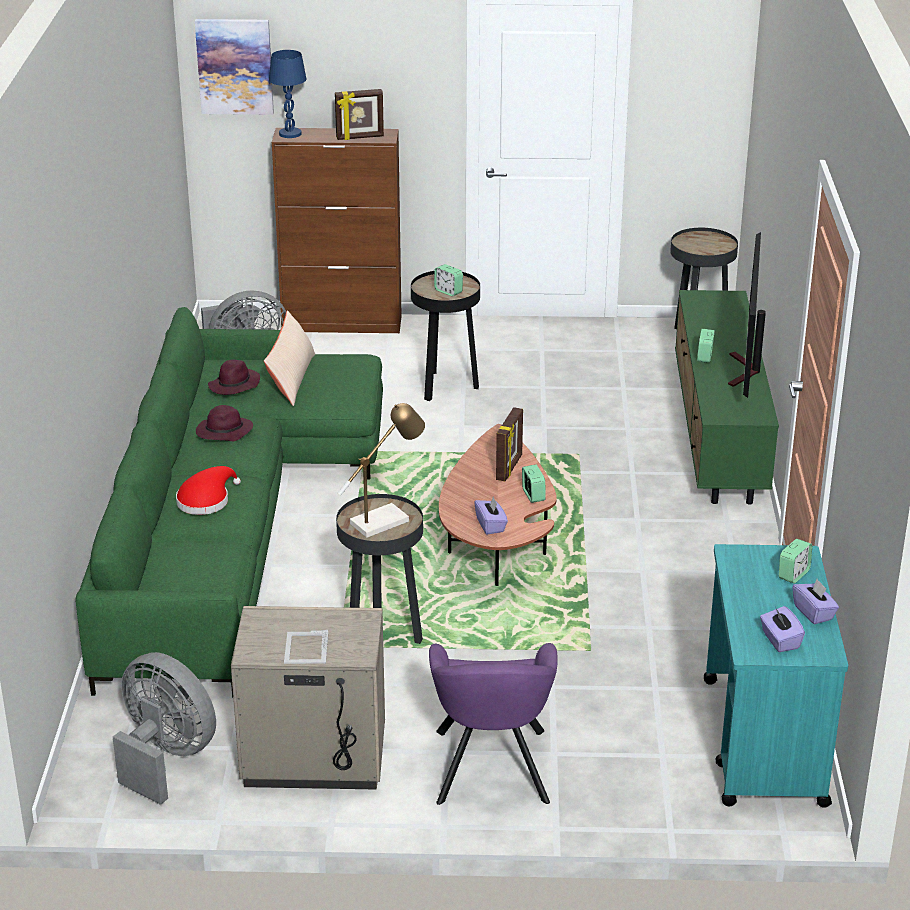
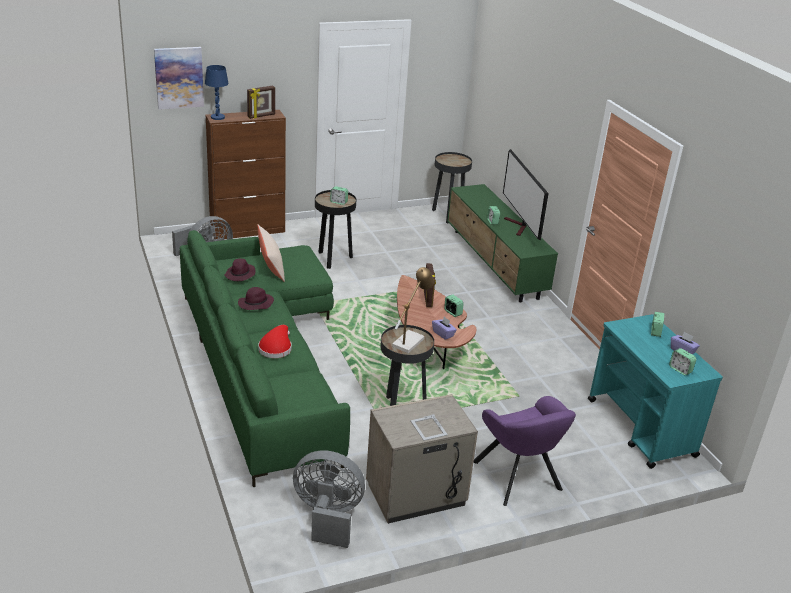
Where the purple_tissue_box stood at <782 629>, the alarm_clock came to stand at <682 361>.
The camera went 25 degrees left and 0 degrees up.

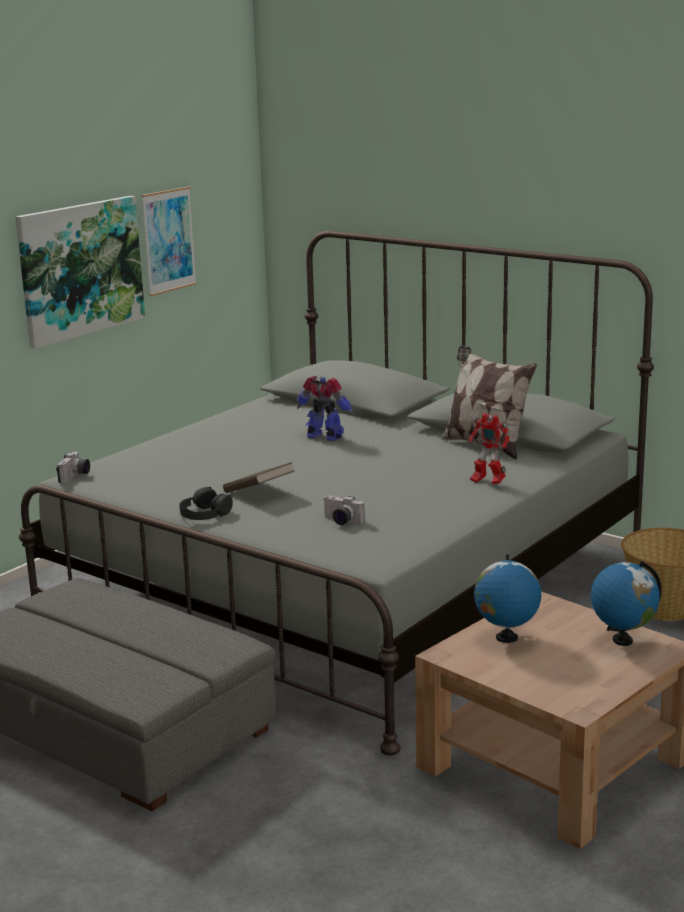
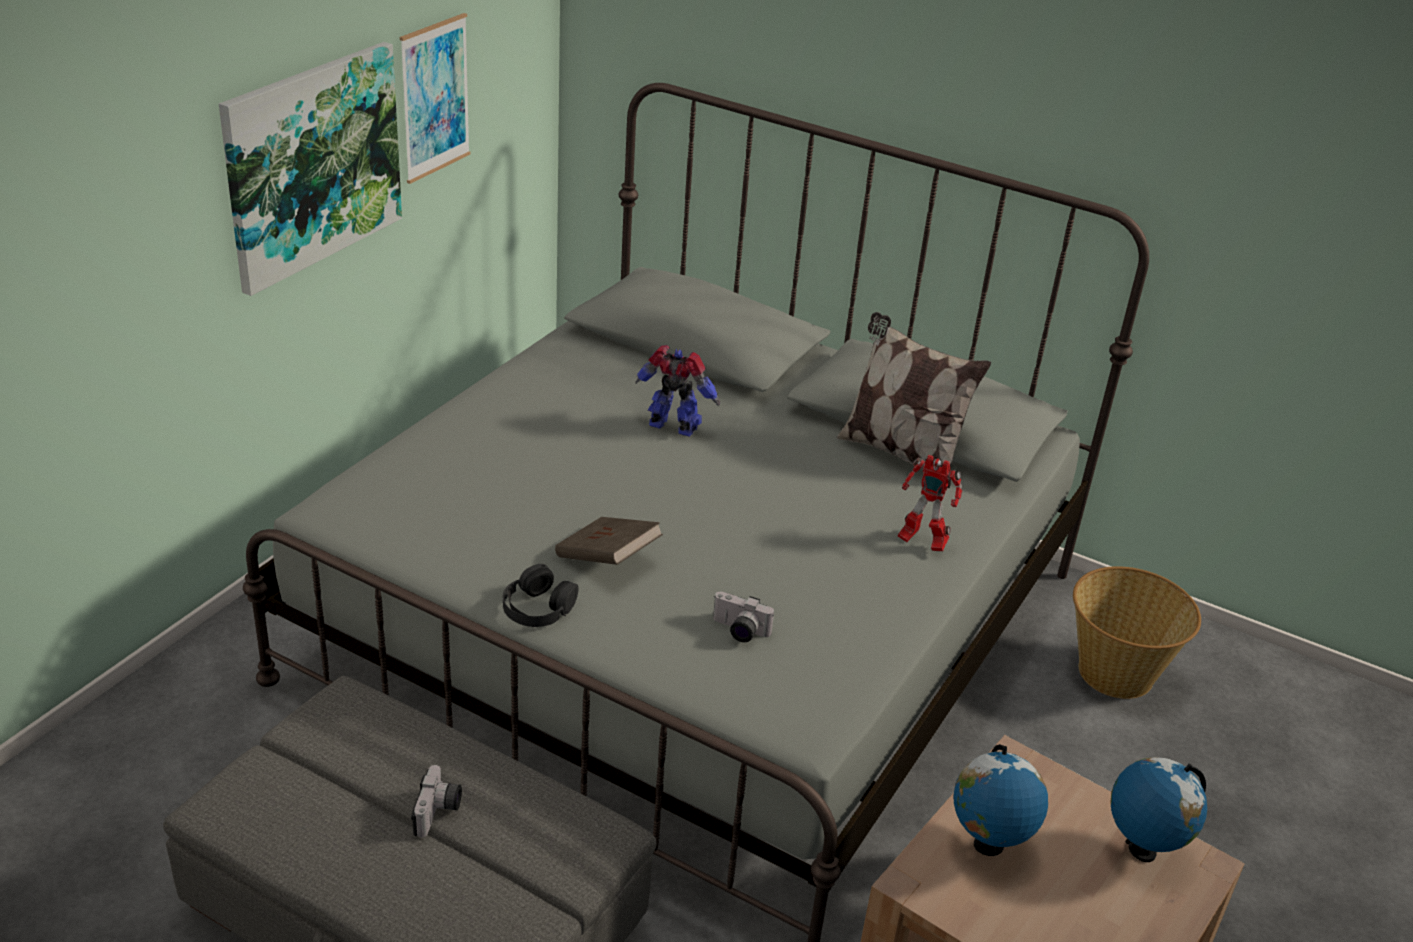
The photo_camera ended up elsewhere, having gone from <73 467> to <436 801>.
The camera went 10 degrees left and 15 degrees up.

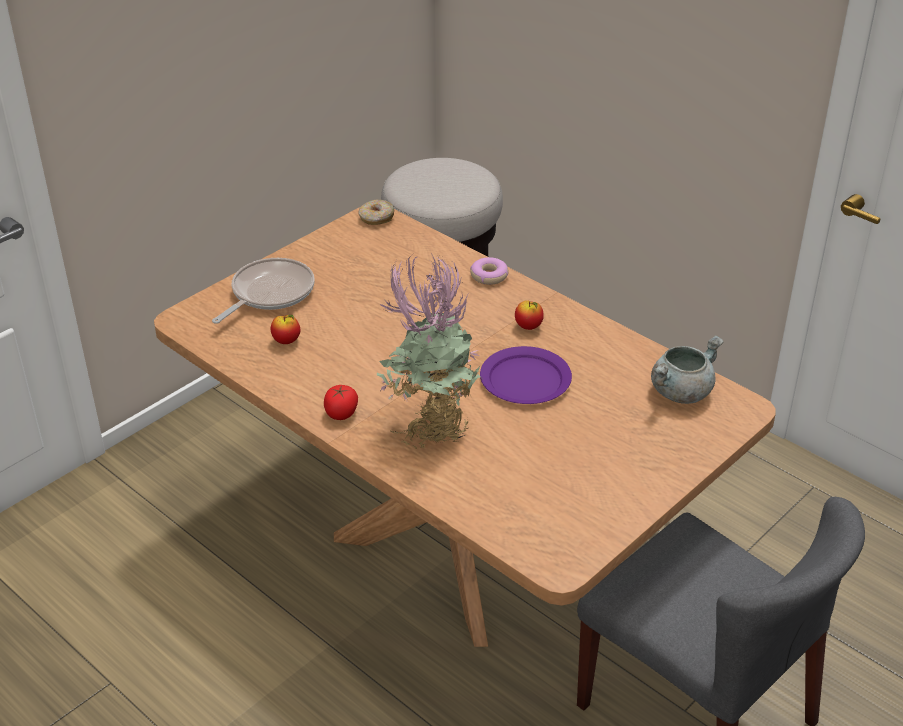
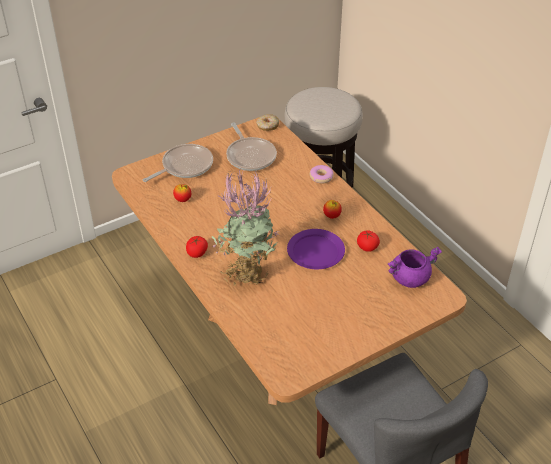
The second view gained the frying_pan at <251 146>.
The second view gained the tomato at <368 241>.
What was the grey_cooking_pot at <687 369> turned into the purple_cooking_pot at <415 267>.
The camera went 15 degrees right and 5 degrees up.

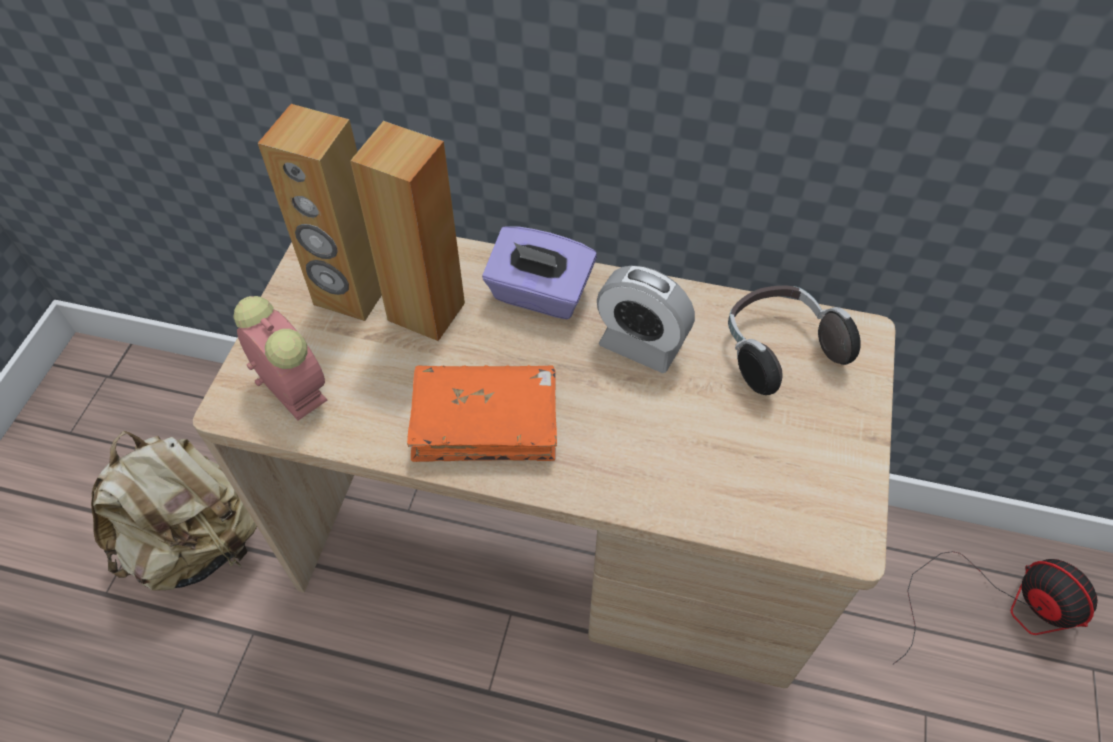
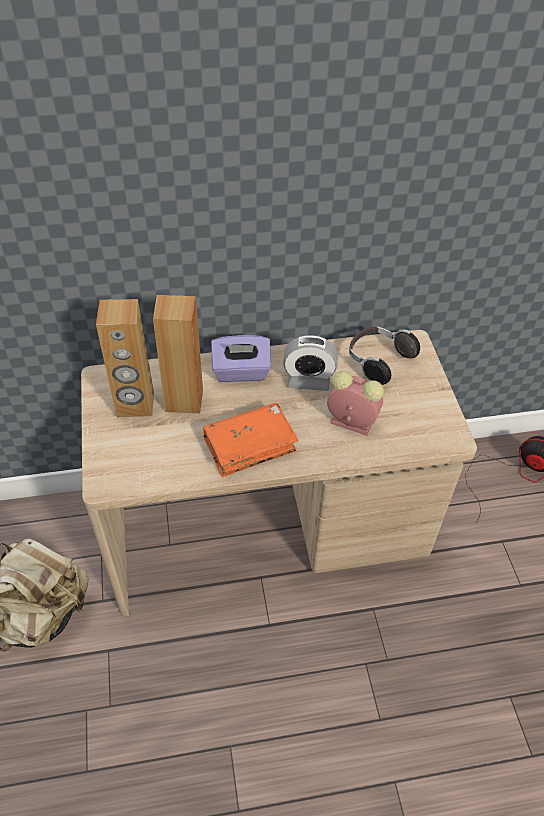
The alarm_clock ended up elsewhere, having gone from <280 358> to <355 403>.
The camera went 25 degrees left and 5 degrees down.

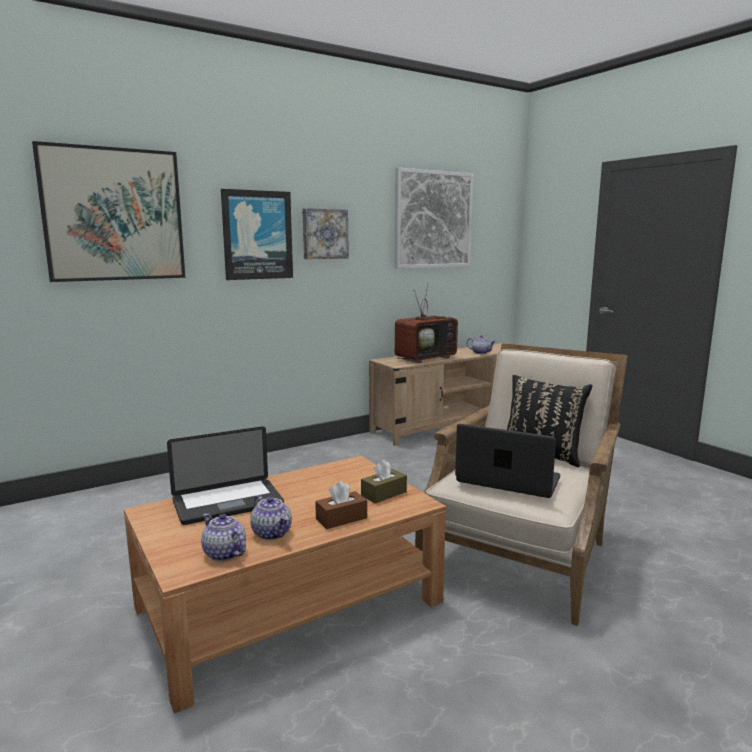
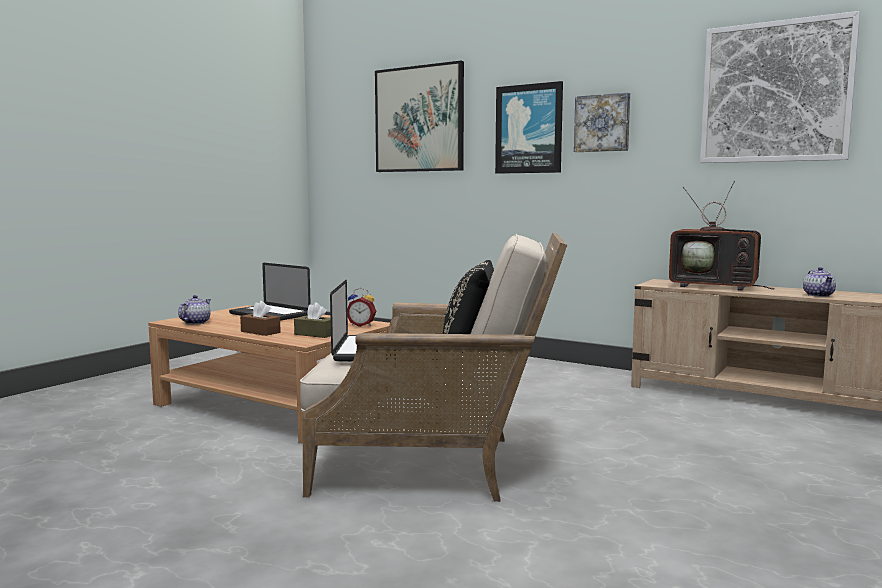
The second view gained the alarm_clock at <361 307>.
The second view lost the teapot at <271 517>.
The camera went 65 degrees right and 5 degrees down.

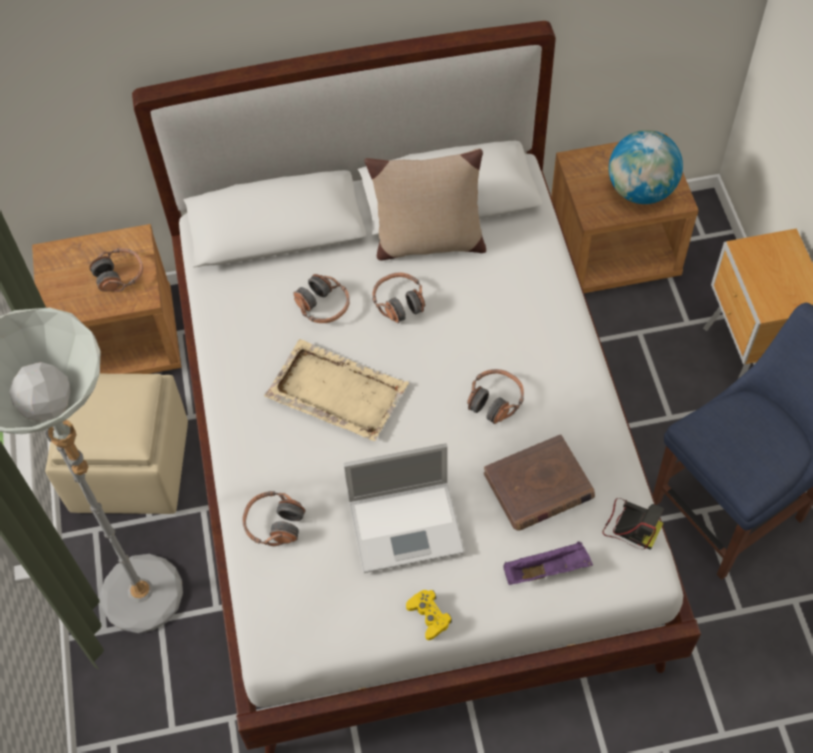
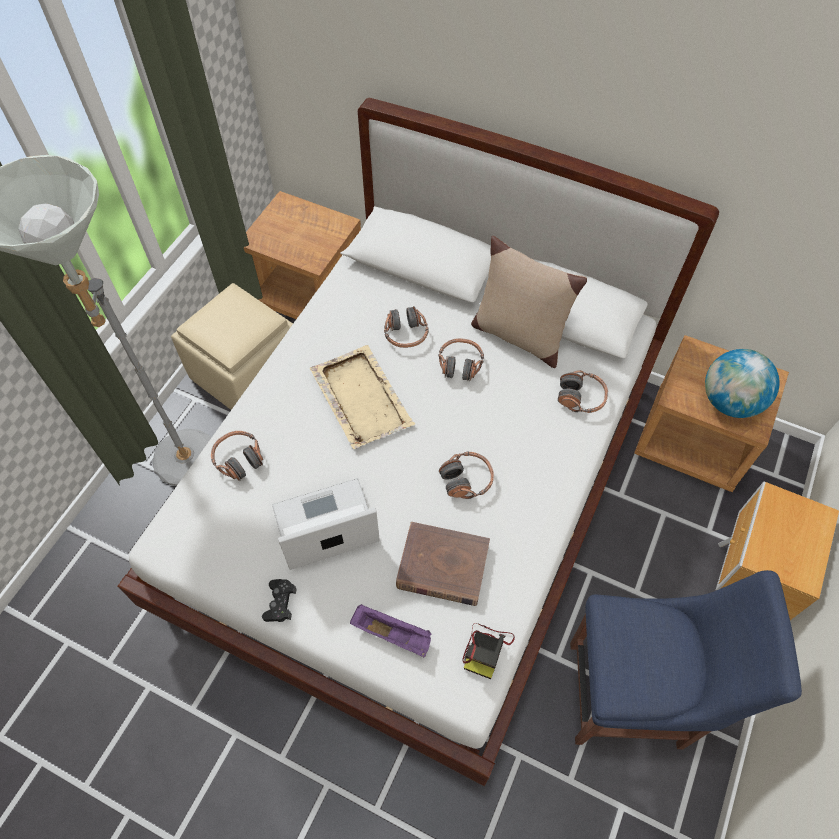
What was the yellow_game_controller at <429 615> turned into the black_game_controller at <279 600>.
The laptop at <404 508> ended up facing another way, 135 degrees clockwise from before.
The photo_camera at <633 524> ended up facing another way, 45 degrees clockwise from before.
The headphones ended up elsewhere, having gone from <116 270> to <583 391>.
The camera went 35 degrees right and 0 degrees up.

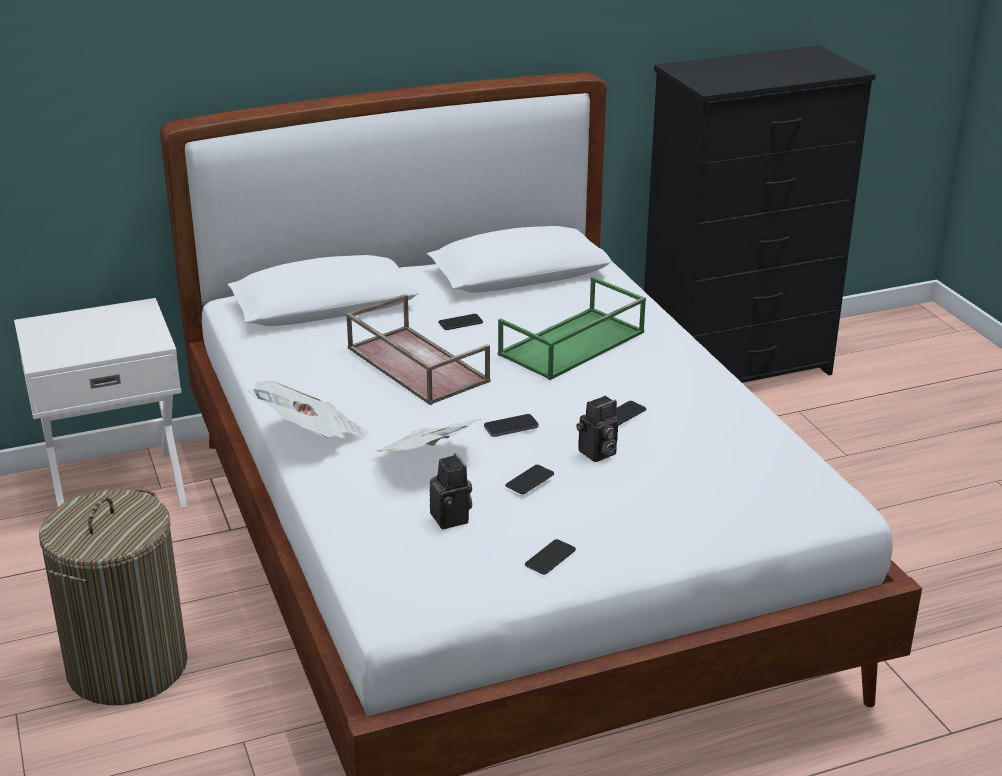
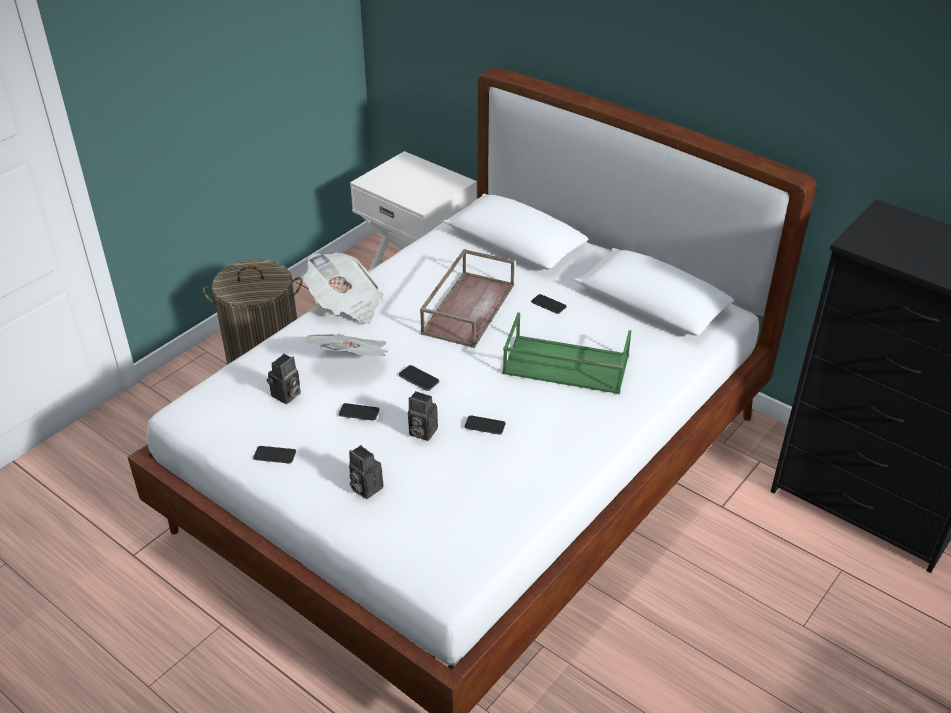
The second view gained the photo_camera at <366 472>.
The camera went 60 degrees right and 10 degrees up.

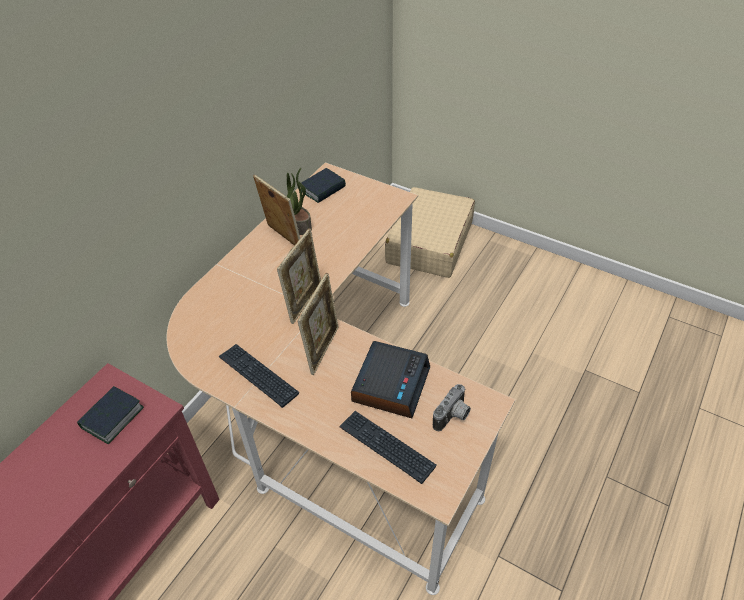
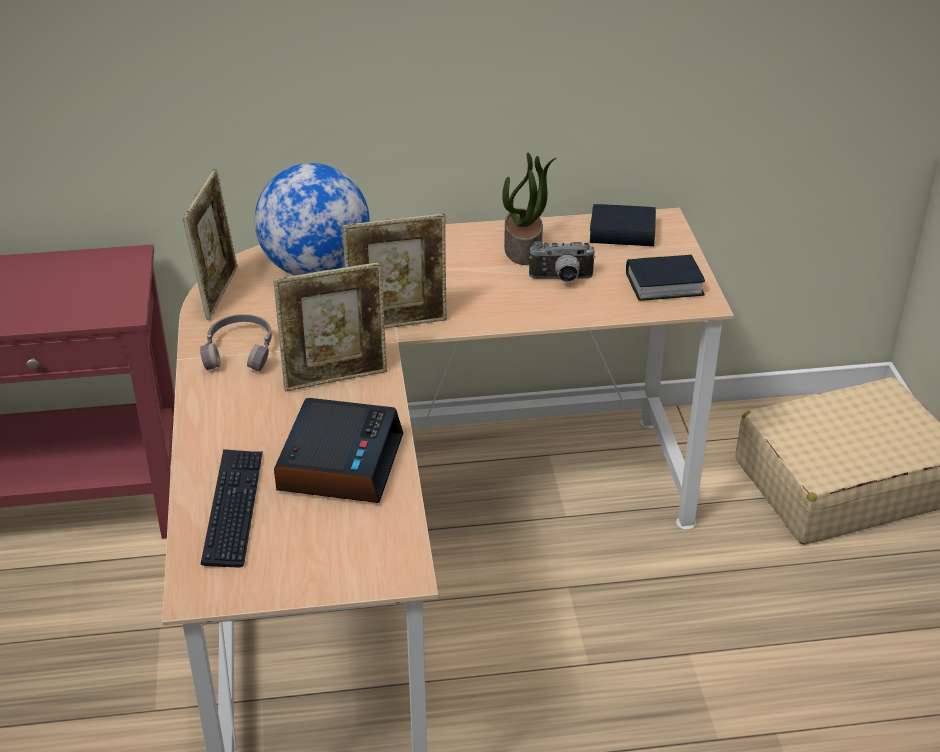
The picture_frame ended up elsewhere, having gone from <276 209> to <210 244>.
Where the keyboard stood at <259 376>, the grey_headphones came to stand at <236 343>.
The second view gained the globe at <312 219>.
The alarm_clock at <390 379> ended up facing another way, 60 degrees counterclockwise from before.
The photo_camera ended up elsewhere, having gone from <452 407> to <562 261>.
The book ended up elsewhere, having gone from <110 415> to <665 278>.
The camera went 50 degrees right and 10 degrees down.

